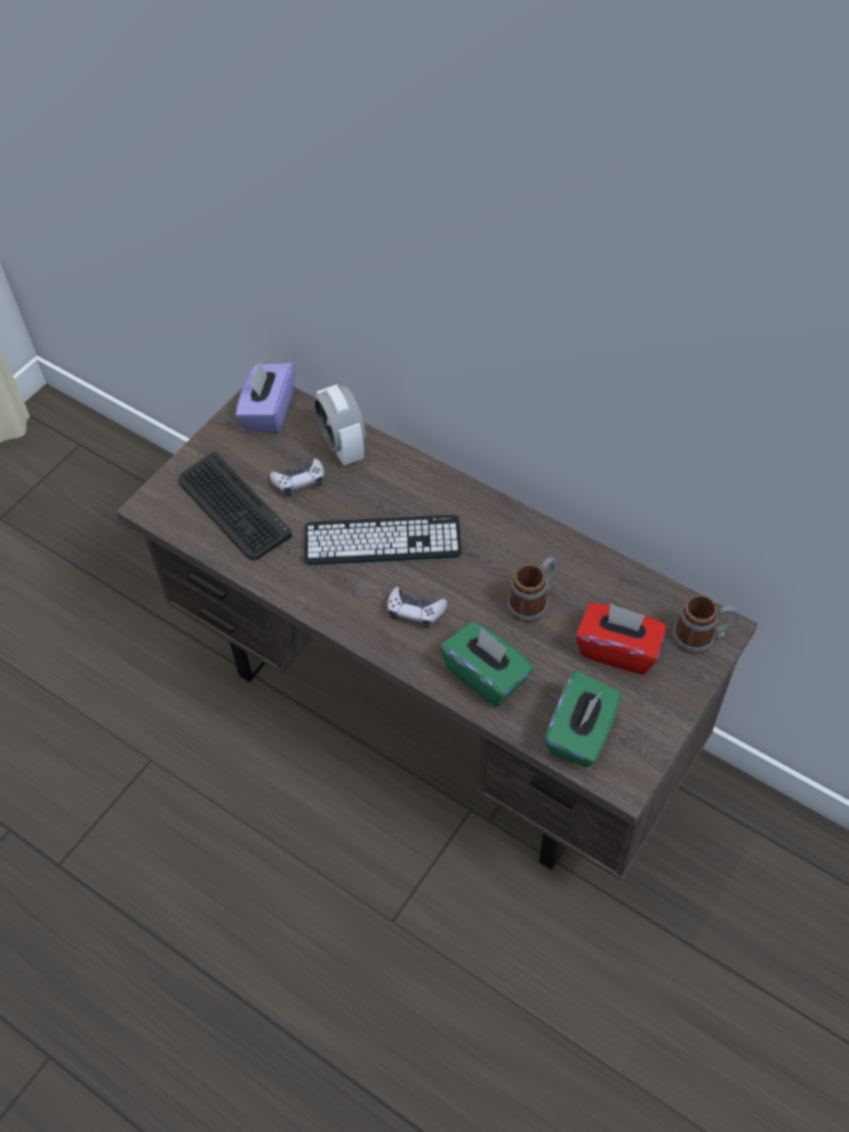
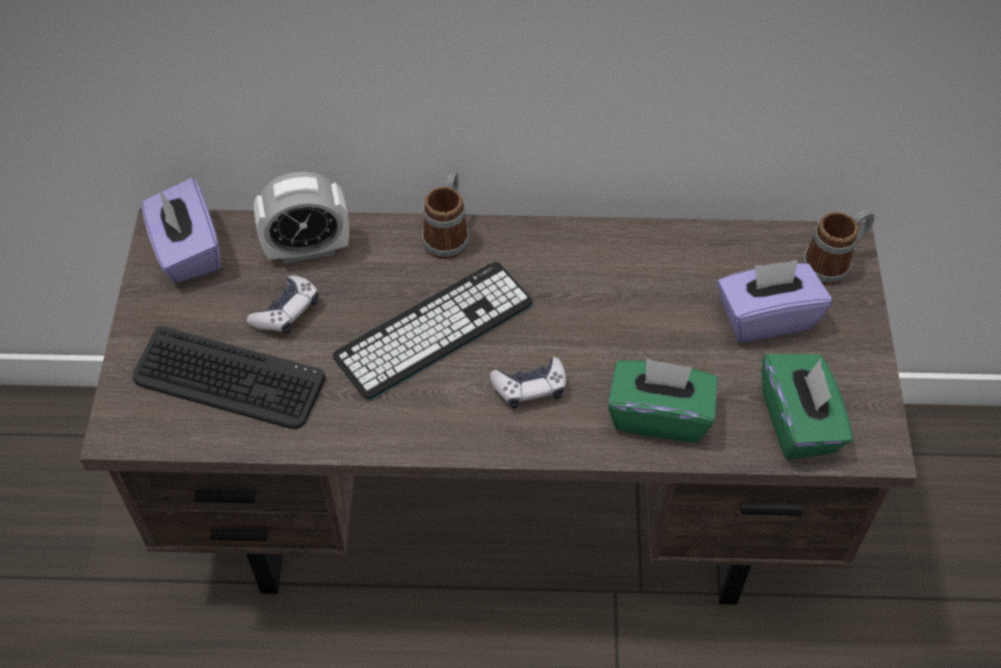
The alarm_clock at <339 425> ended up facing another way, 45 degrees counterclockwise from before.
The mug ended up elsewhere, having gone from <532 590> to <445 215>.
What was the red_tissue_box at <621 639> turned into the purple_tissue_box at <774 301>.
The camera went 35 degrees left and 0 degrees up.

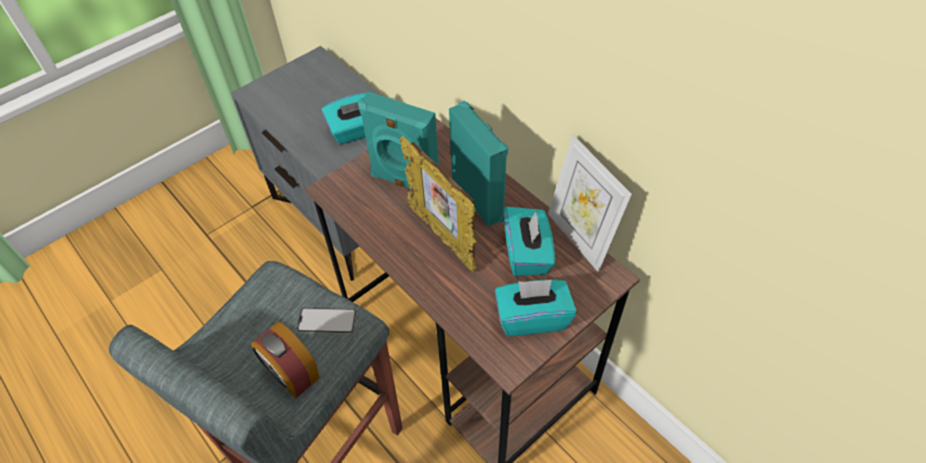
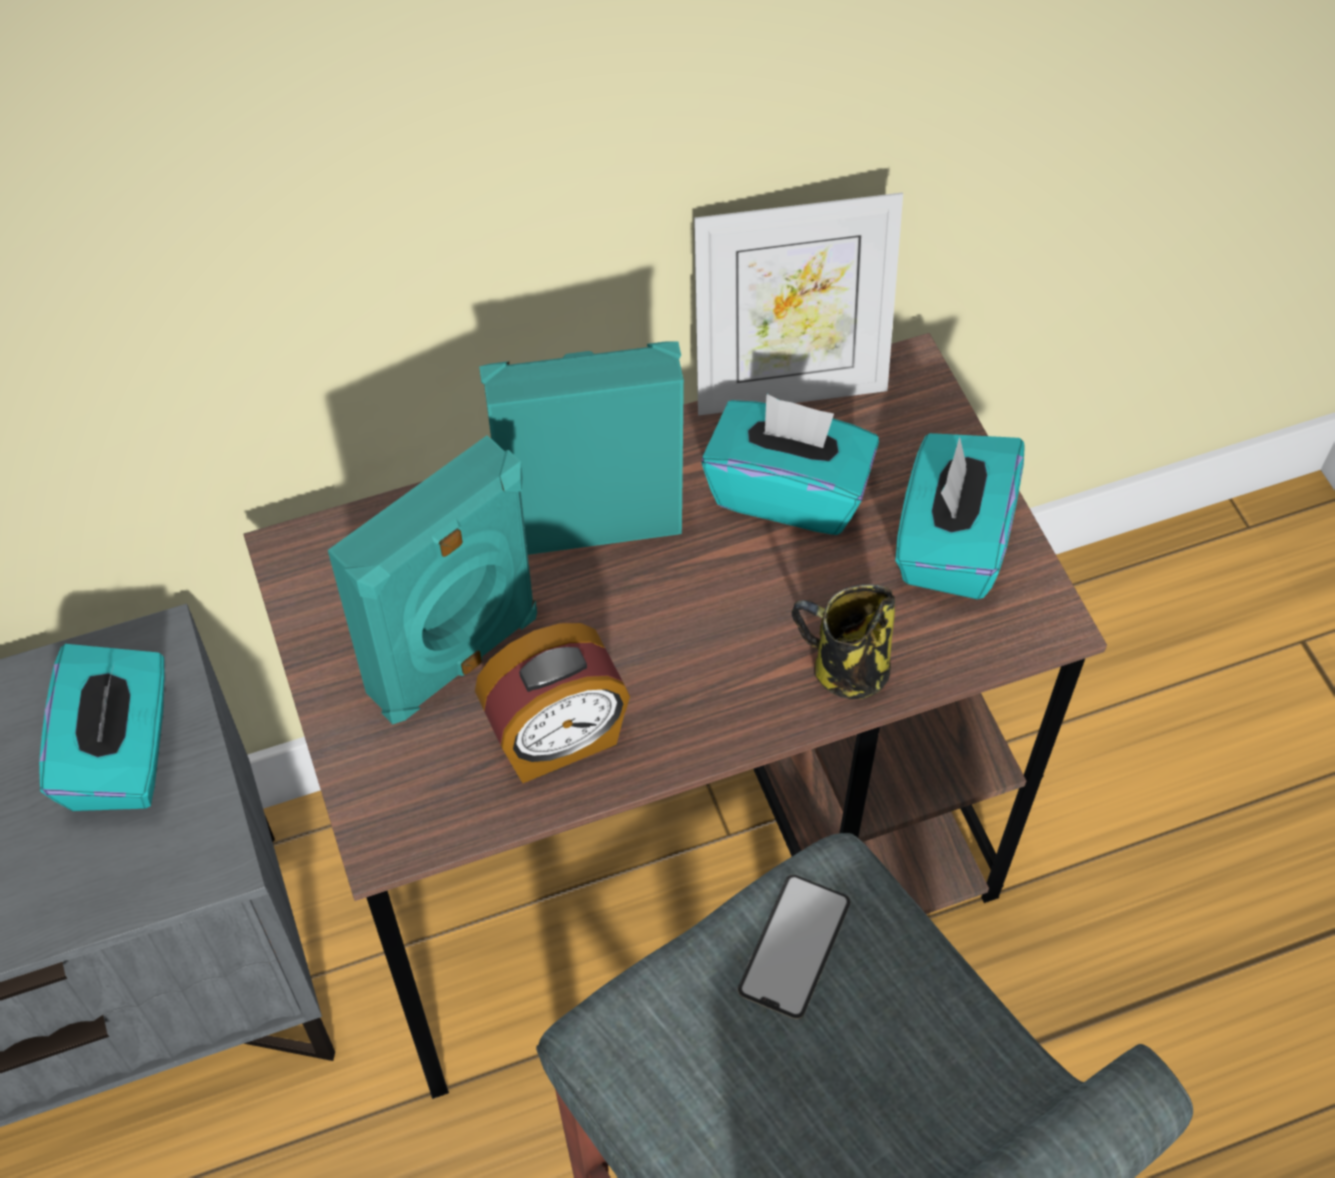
The alarm_clock ended up elsewhere, having gone from <285 360> to <552 703>.
The second view gained the mug at <843 641>.
The second view lost the picture_frame at <438 204>.
The camera went 70 degrees left and 5 degrees up.

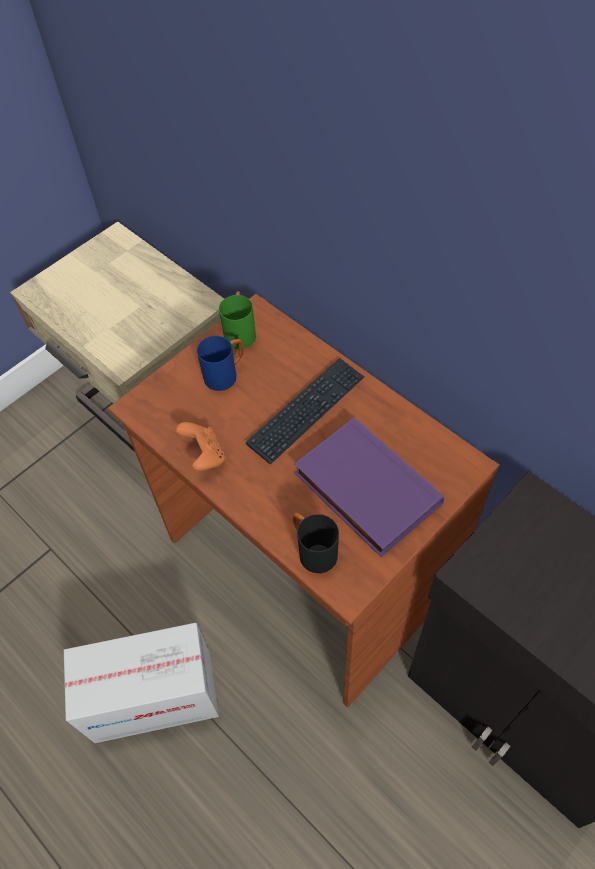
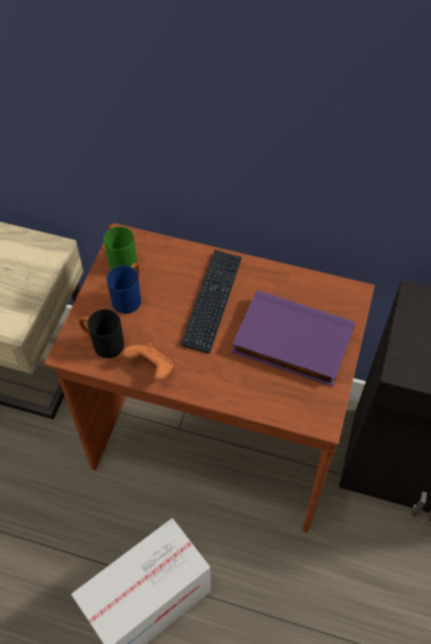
The black_mug ended up elsewhere, having gone from <316 543> to <101 333>.
The camera went 30 degrees left and 0 degrees up.

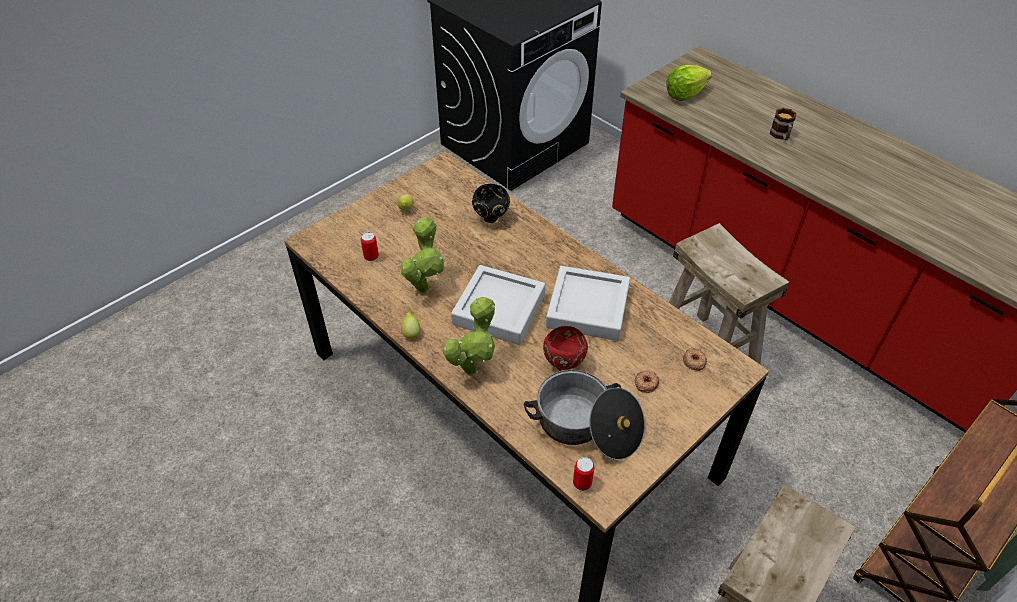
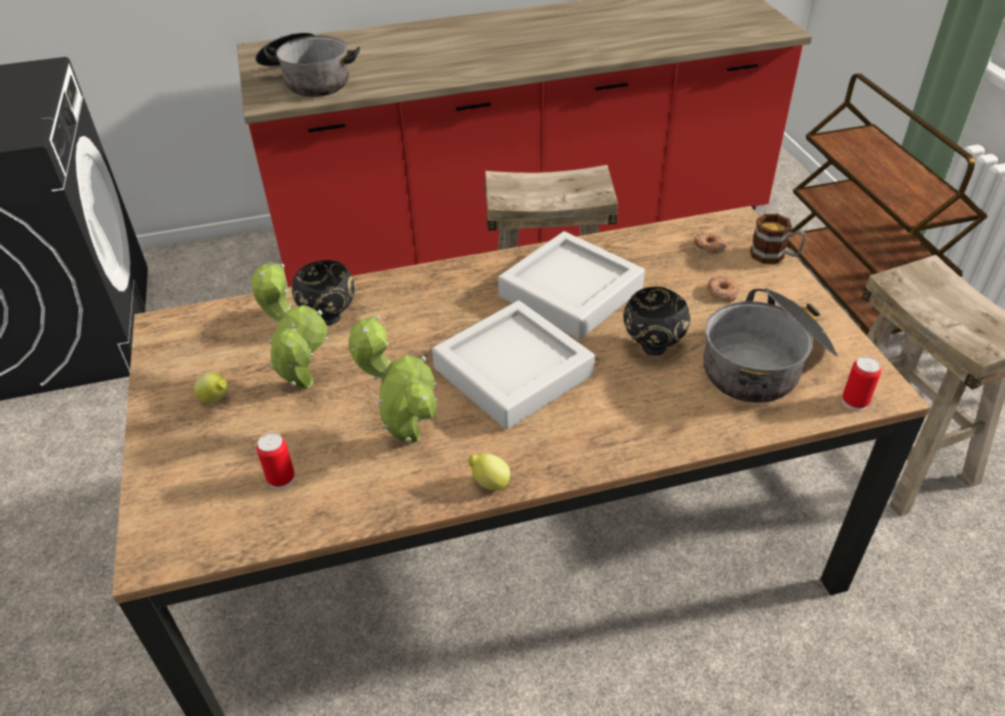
The potted_plant ended up elsewhere, having gone from <469 336> to <289 326>.
Where the lettuce stood at <689 83>, the cooking_pot came to stand at <307 64>.
What was the red_bowl at <565 348> turned into the black_bowl at <656 321>.
The mug ended up elsewhere, having gone from <783 124> to <778 239>.
The camera went 60 degrees left and 5 degrees down.

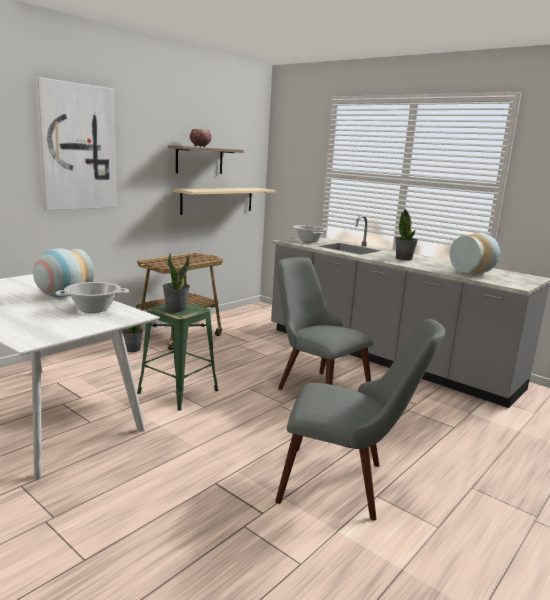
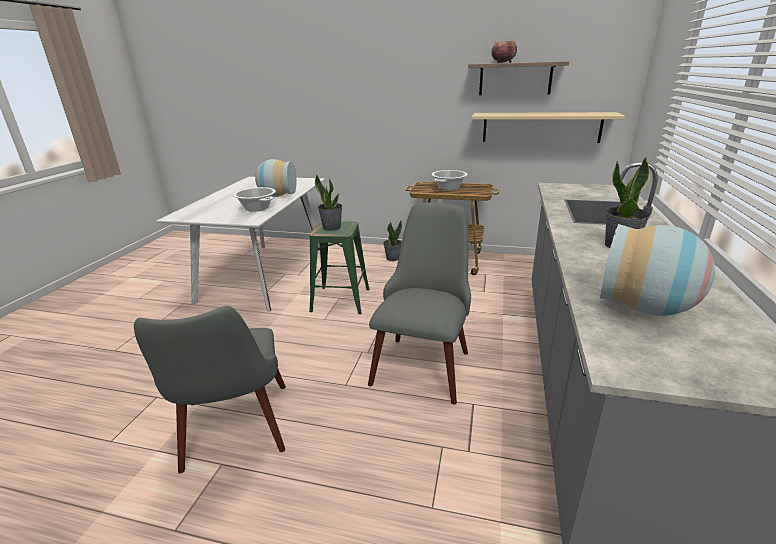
The cooking_pot ended up elsewhere, having gone from <309 233> to <449 180>.
The second view lost the picture at <76 143>.
The camera went 65 degrees right and 10 degrees up.

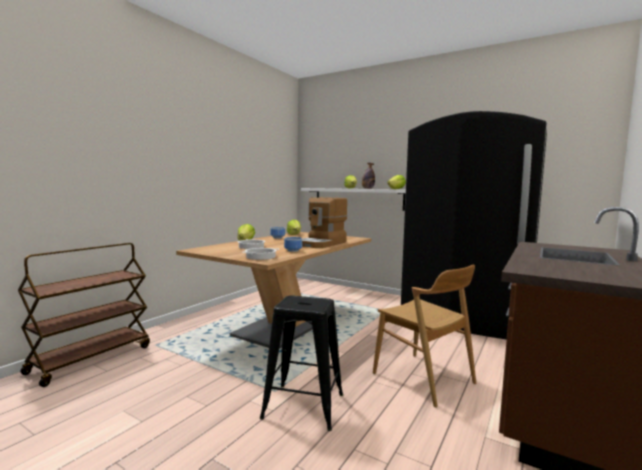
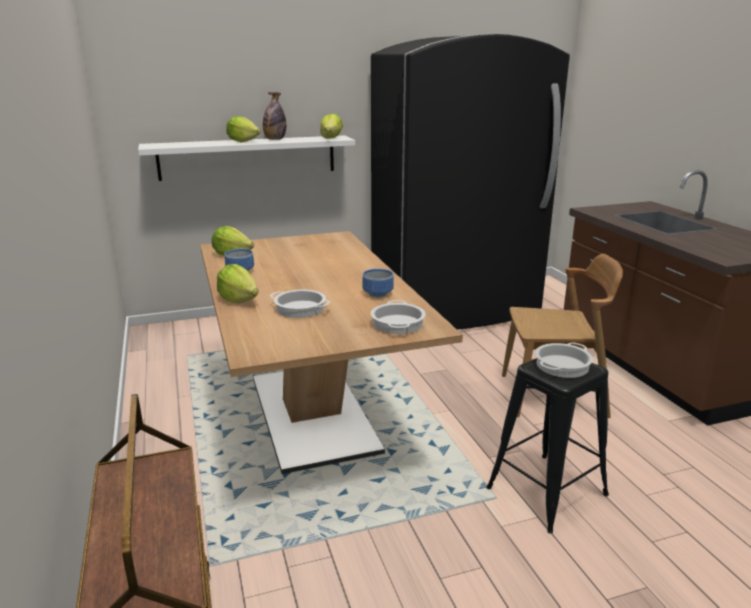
The second view gained the cooking_pot at <564 360>.
The second view lost the coffee_machine at <324 222>.
The camera went 50 degrees left and 15 degrees up.

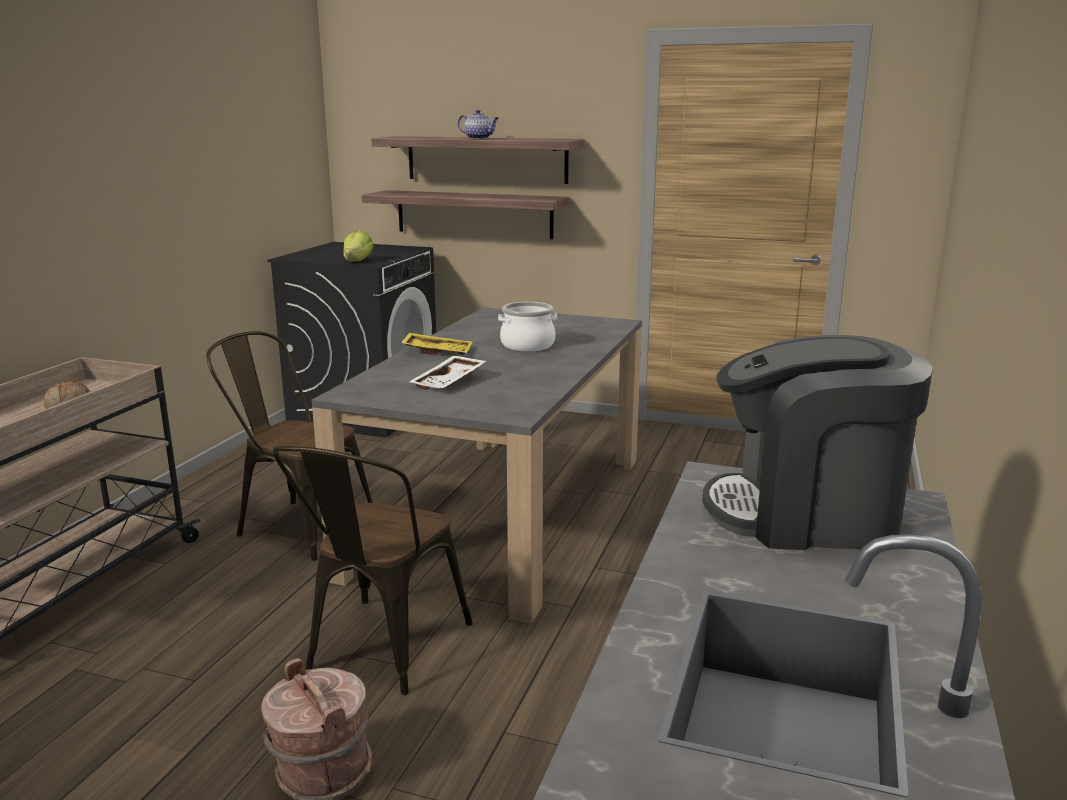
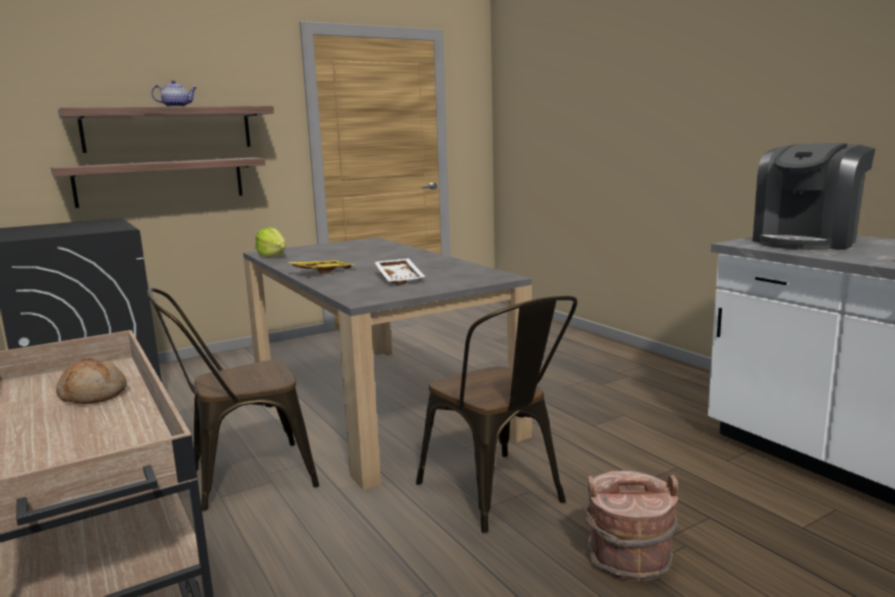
The lettuce ended up elsewhere, having gone from <358 246> to <270 242>.
The second view lost the cooking_pot at <527 327>.
The camera went 50 degrees left and 5 degrees down.

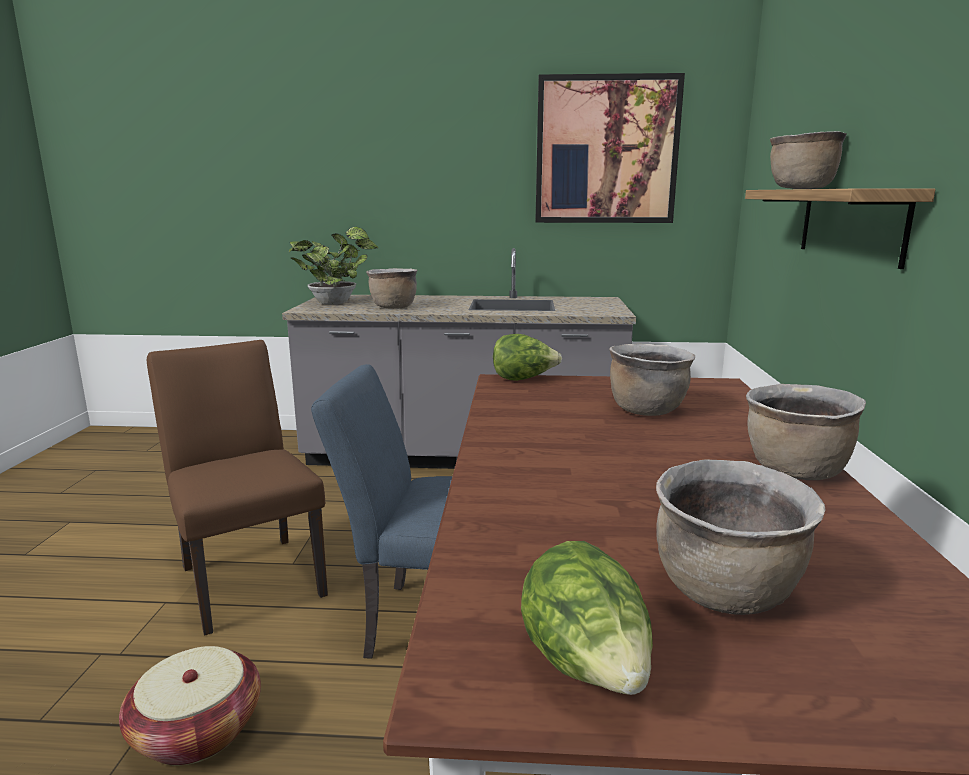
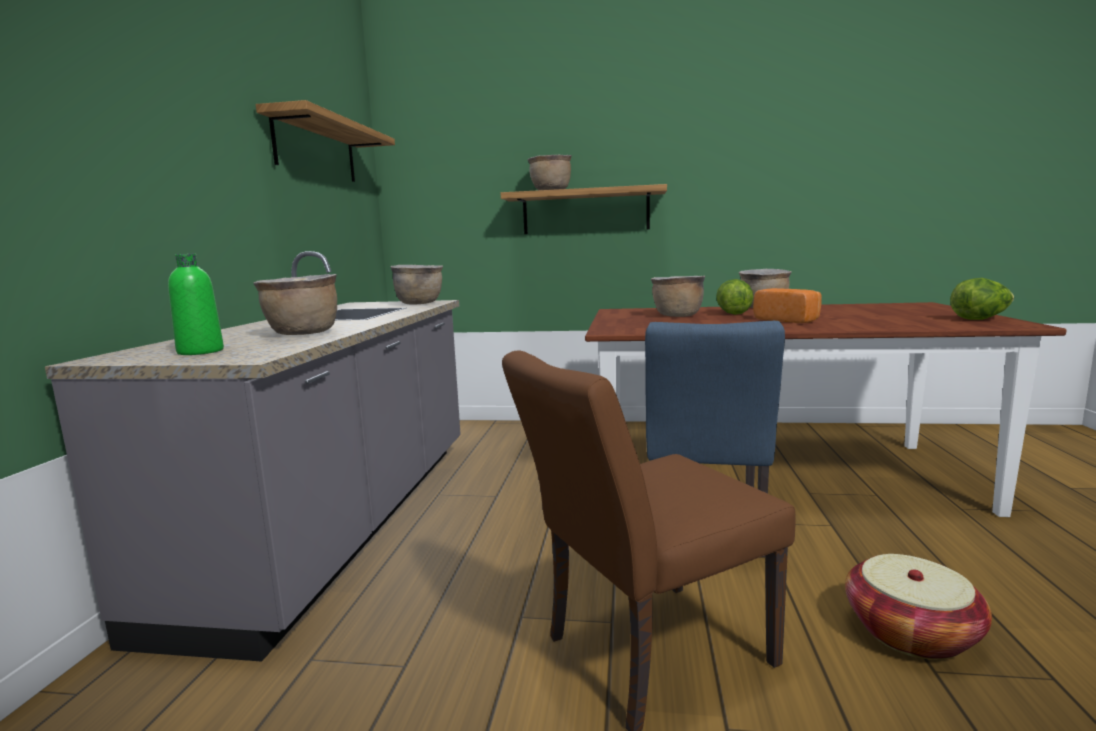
Where the potted_plant stood at <333 266>, the green_bottle came to stand at <196 304>.
Where the picture hung at <610 148>, the shelf came to hang at <325 141>.
The brown_cooking_pot ended up elsewhere, having gone from <740 537> to <417 284>.
The lettuce ended up elsewhere, having gone from <527 357> to <734 297>.
The second view gained the bread at <787 305>.
The camera went 85 degrees left and 5 degrees down.

